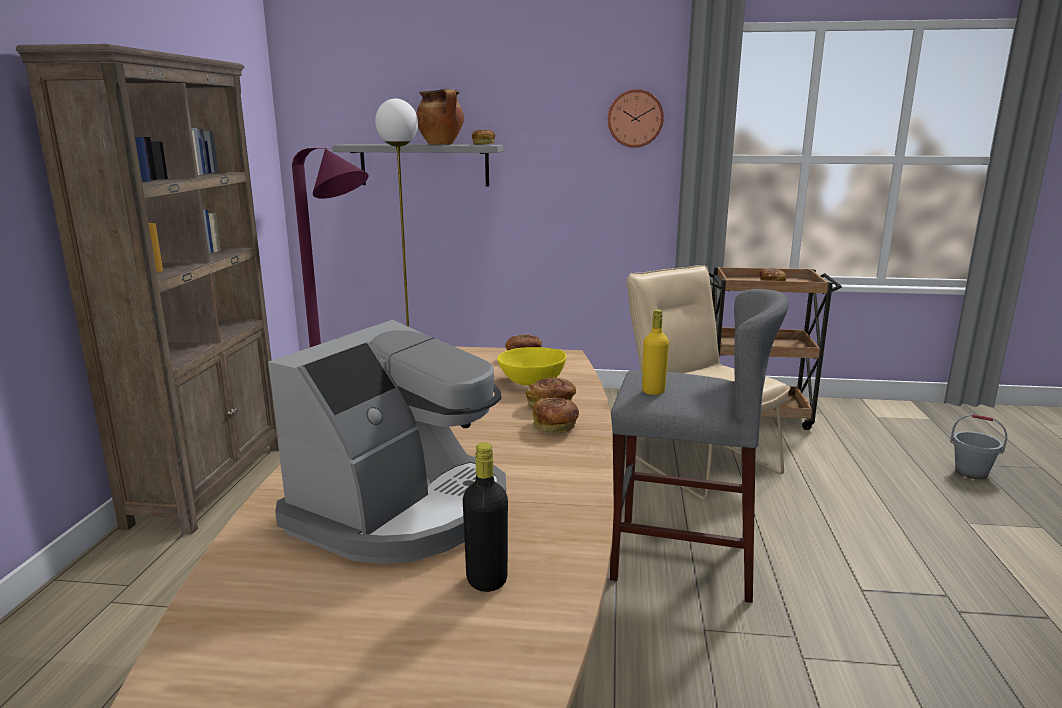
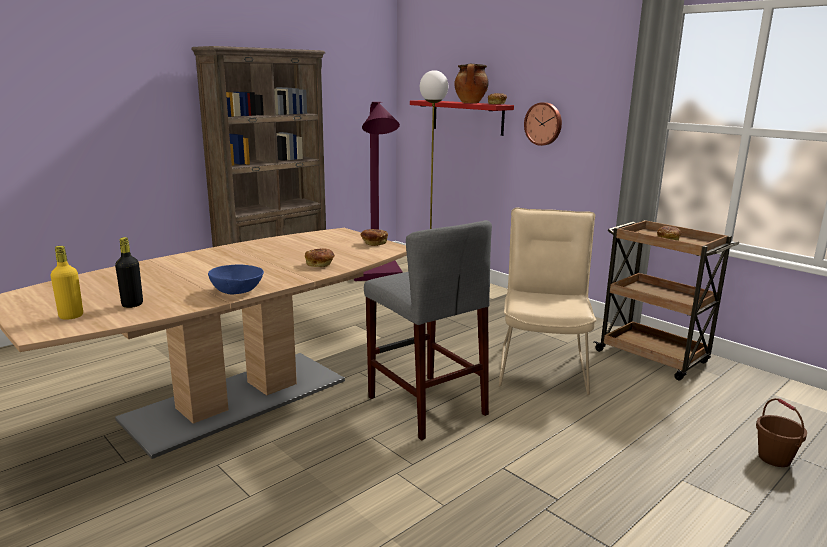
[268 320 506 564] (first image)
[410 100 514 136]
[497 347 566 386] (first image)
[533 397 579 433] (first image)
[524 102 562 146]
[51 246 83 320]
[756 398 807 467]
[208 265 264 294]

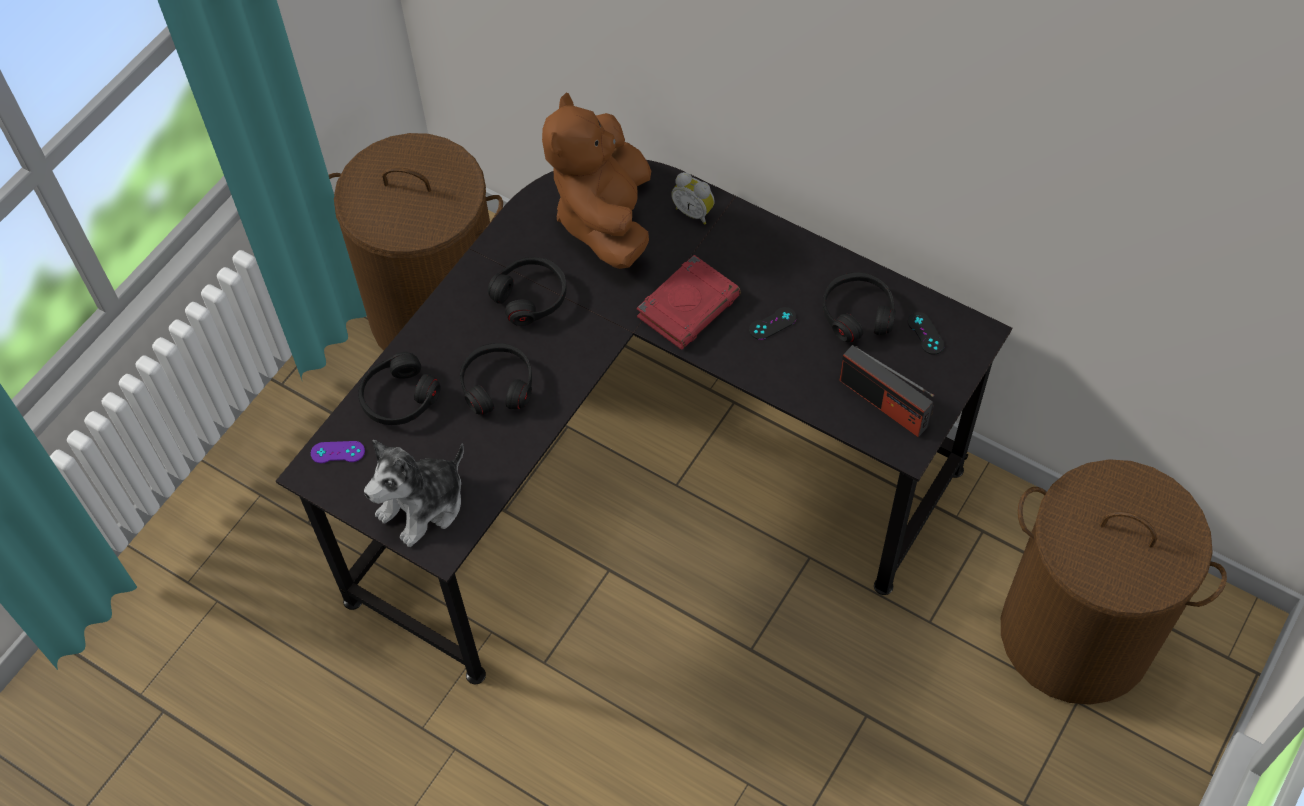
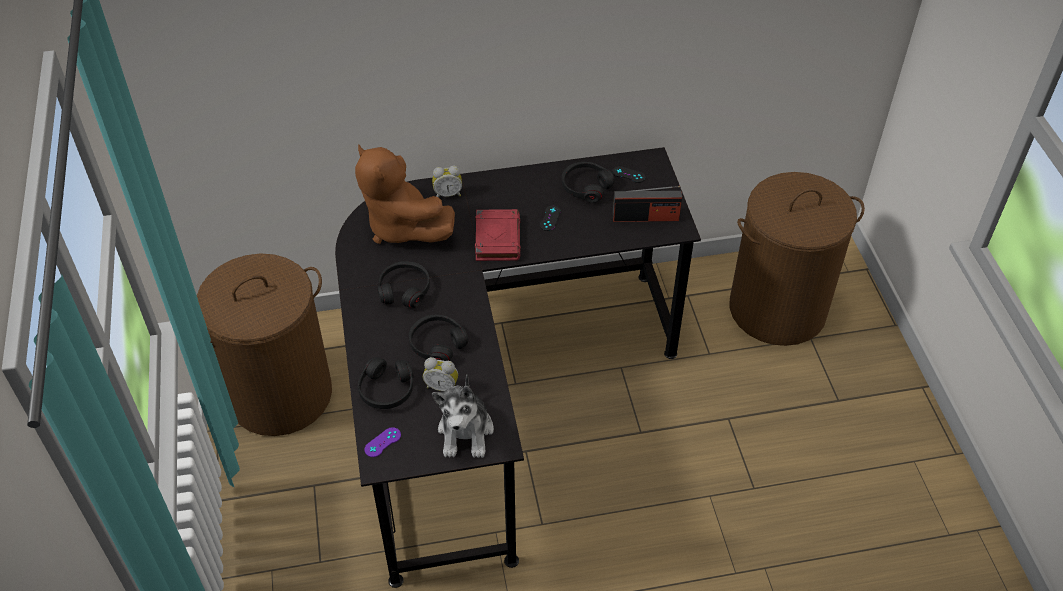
[423 357 458 391]

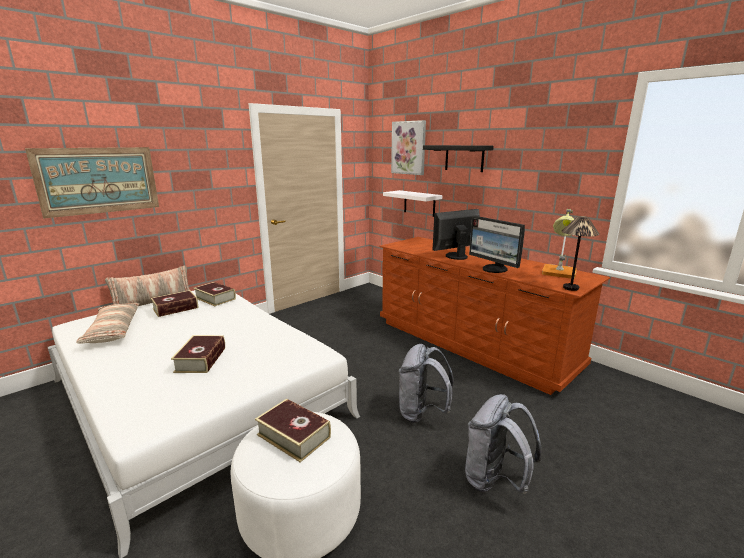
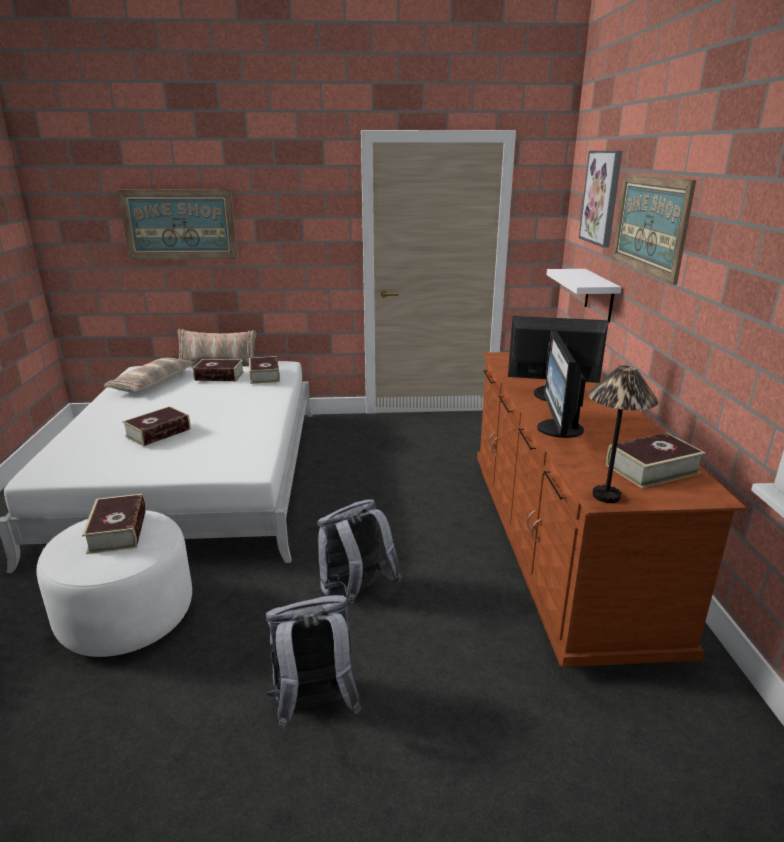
[612 174 696 285]
[606 433 706 488]

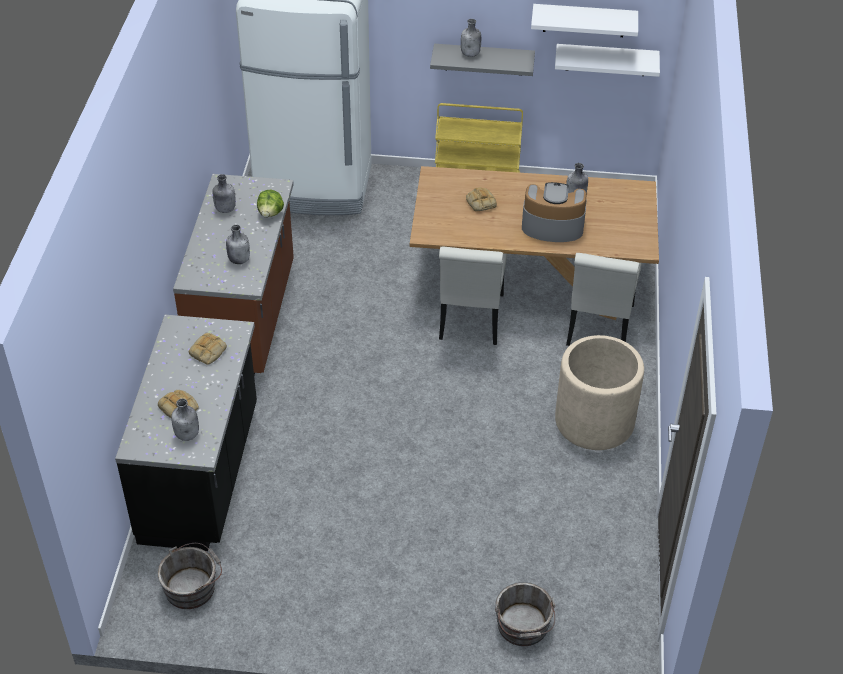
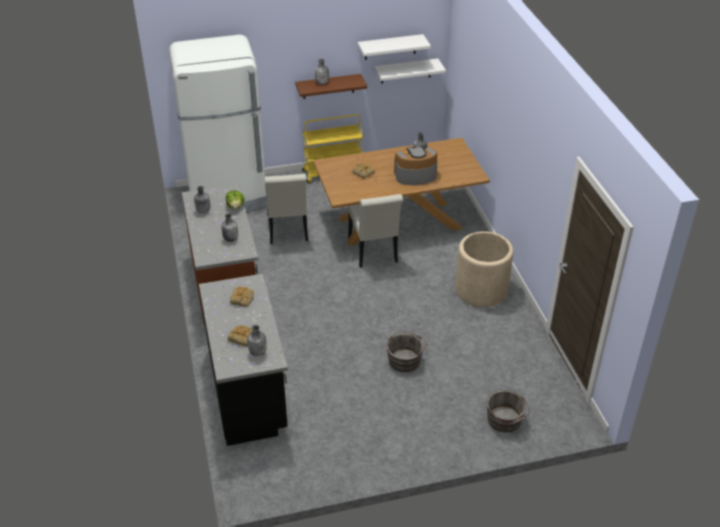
[386 331 427 372]
[295 74 367 99]
[265 174 308 244]

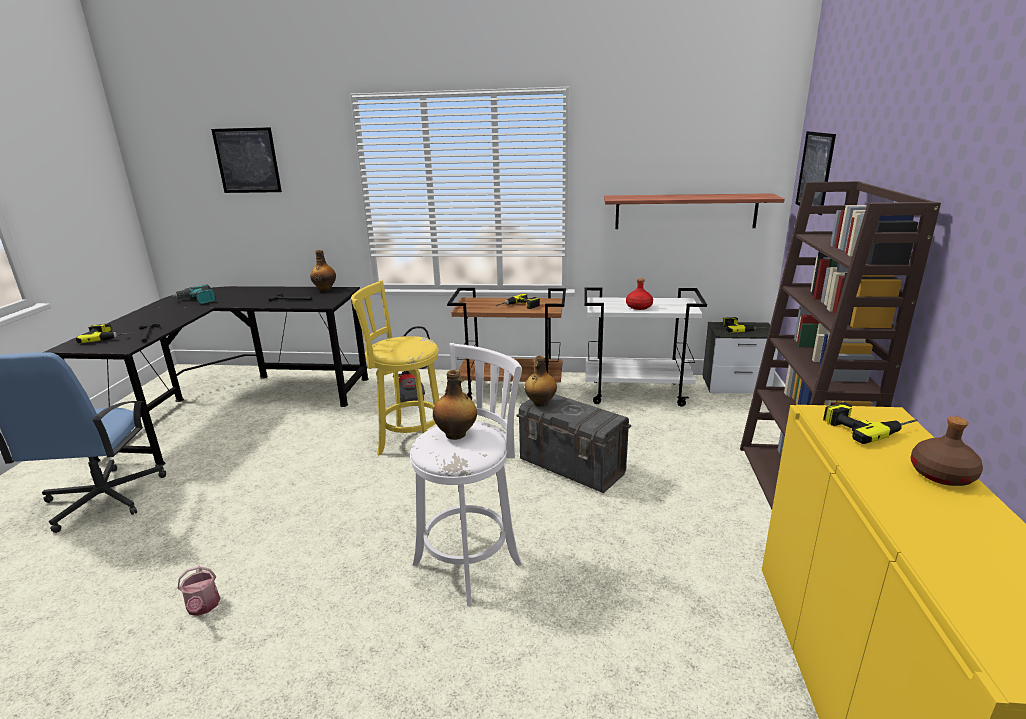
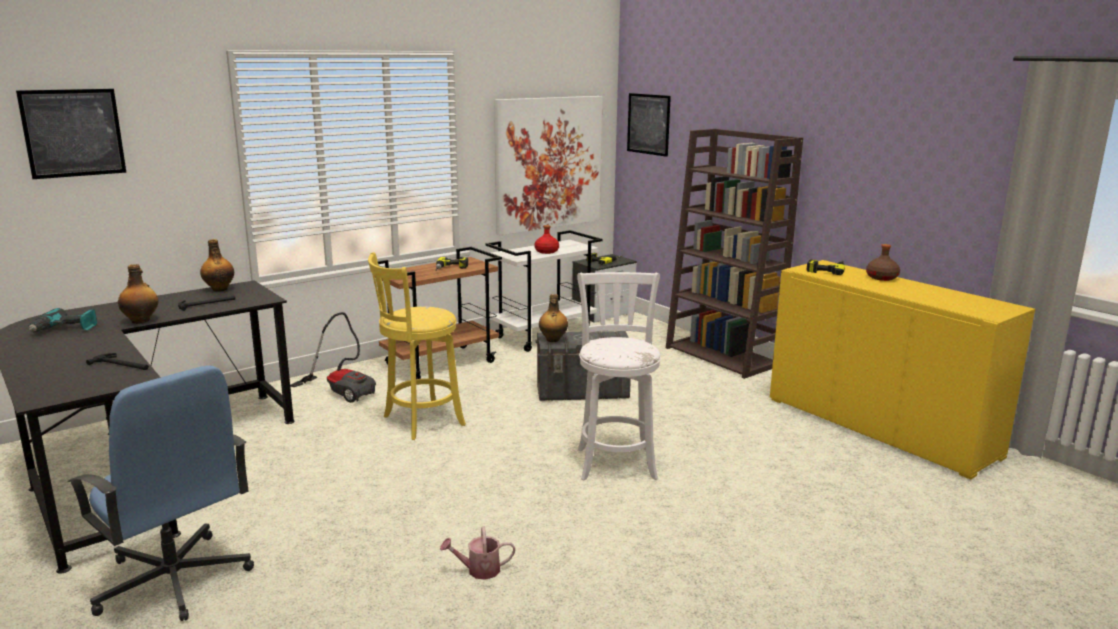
[76 323 135 343] (first image)
[440 526 515 580]
[118 264 158 324]
[494 96 603 235]

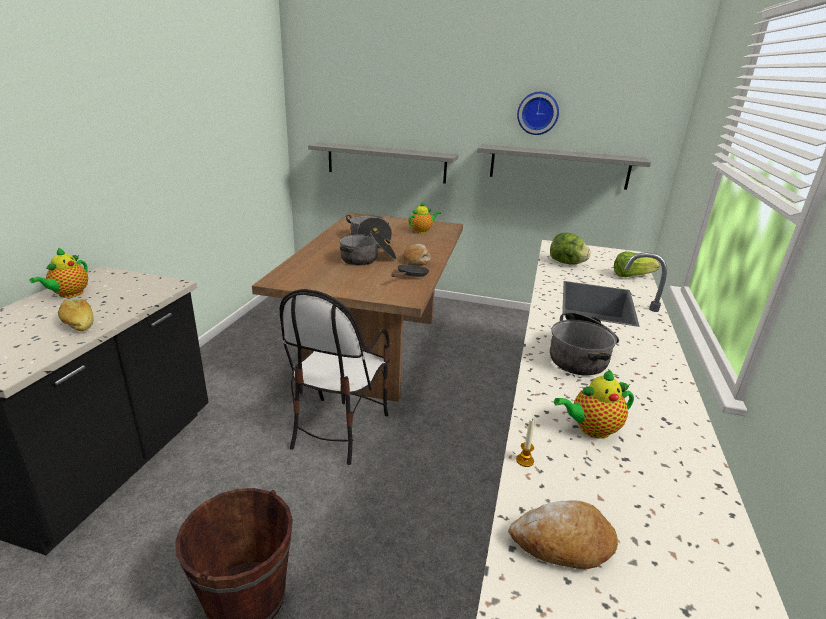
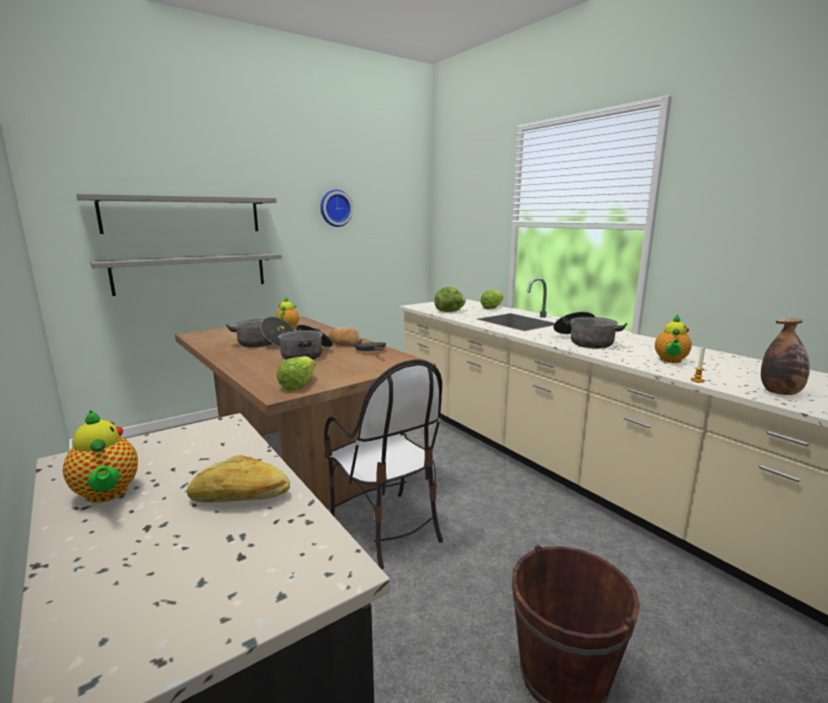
[76 194 277 234]
[761 318 810 395]
[276 356 316 391]

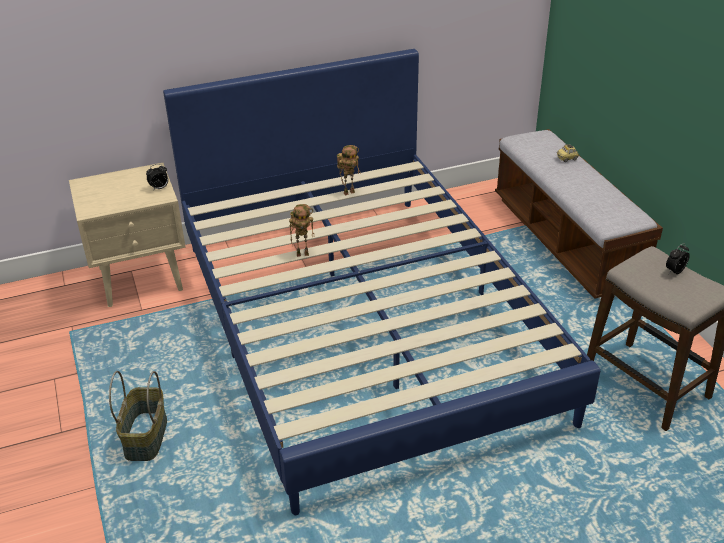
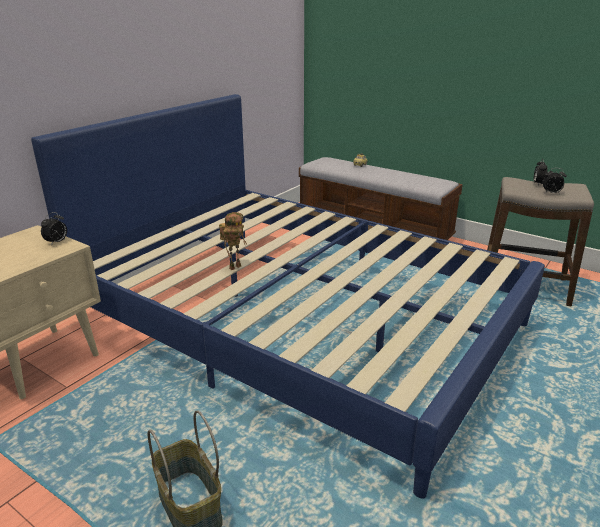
[337 145 361 196] (first image)
[543 168 567 193]

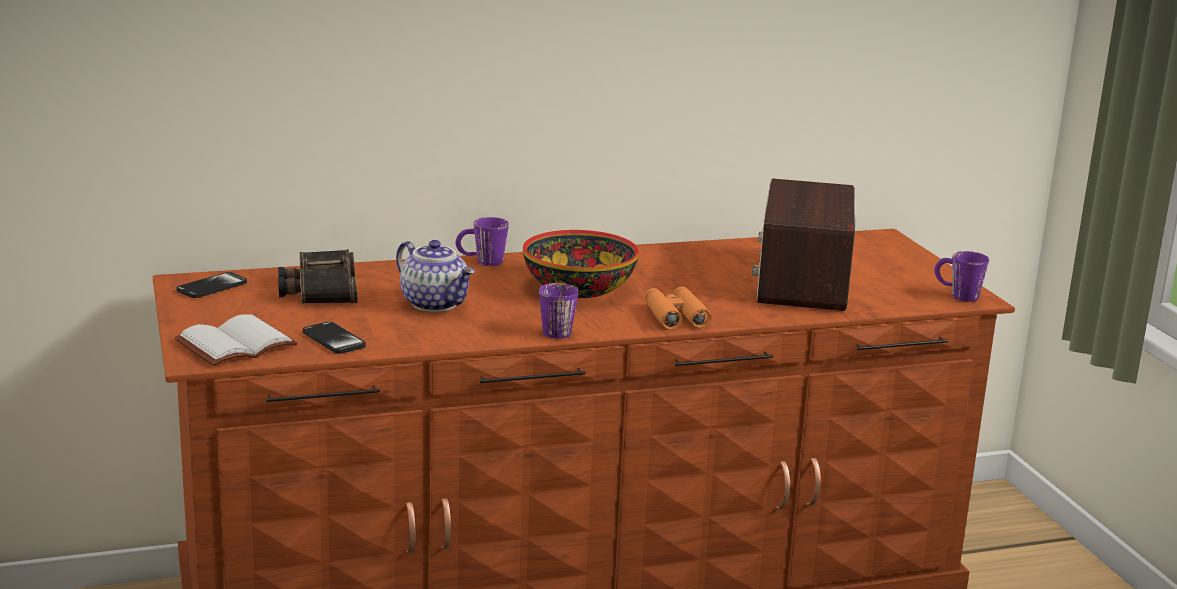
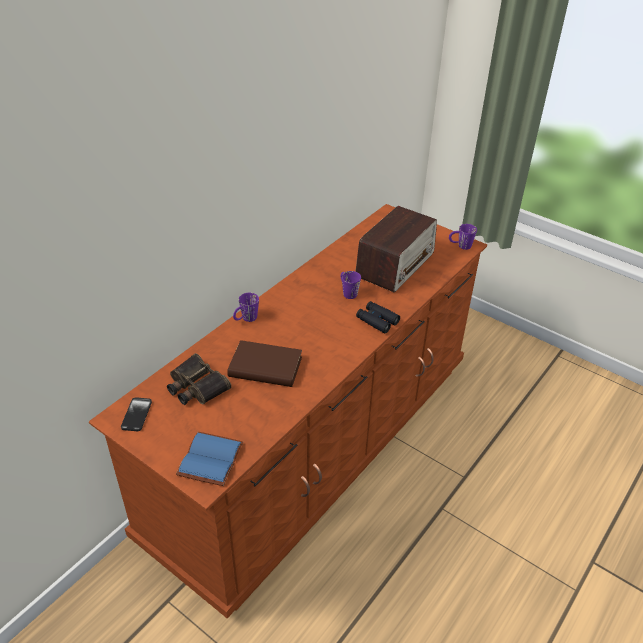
[176 432 243 486]
[303 322 366 354] (first image)
[227 340 302 387]
[523 230 639 298] (first image)
[341 271 361 299]
[356 301 400 333]
[355 206 437 292]

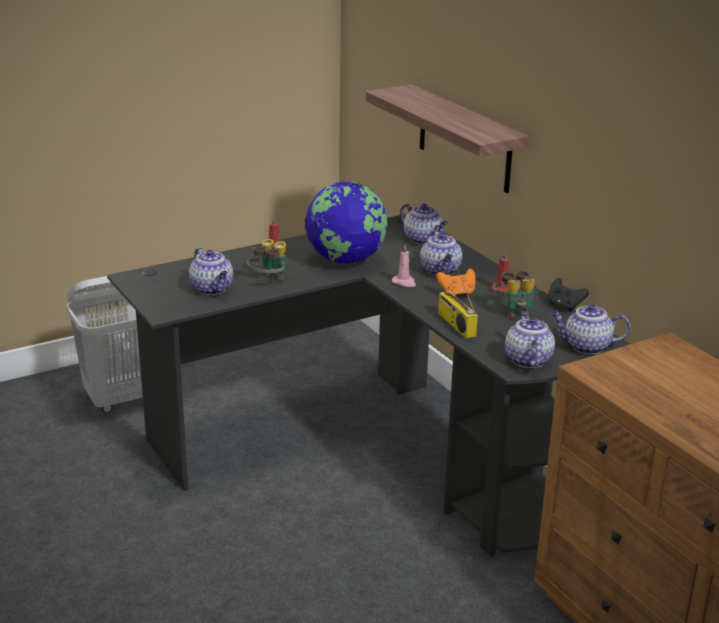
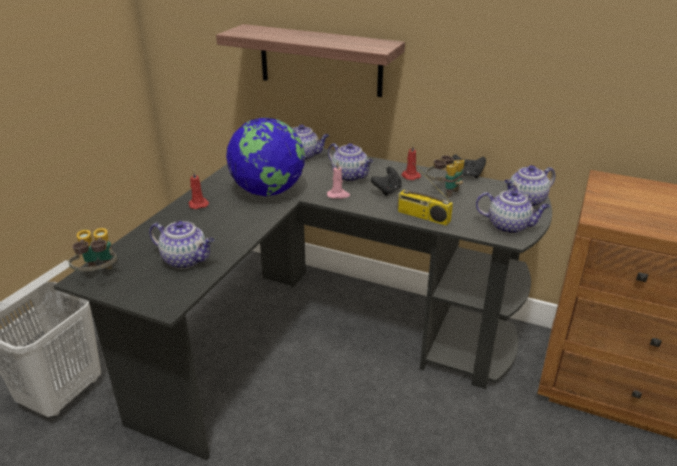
[68 228 117 271]
[371 167 402 196]
[476 189 550 234]

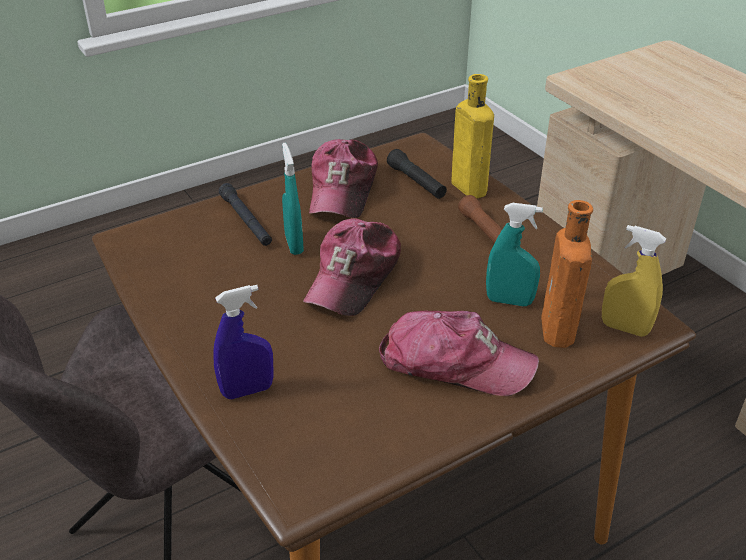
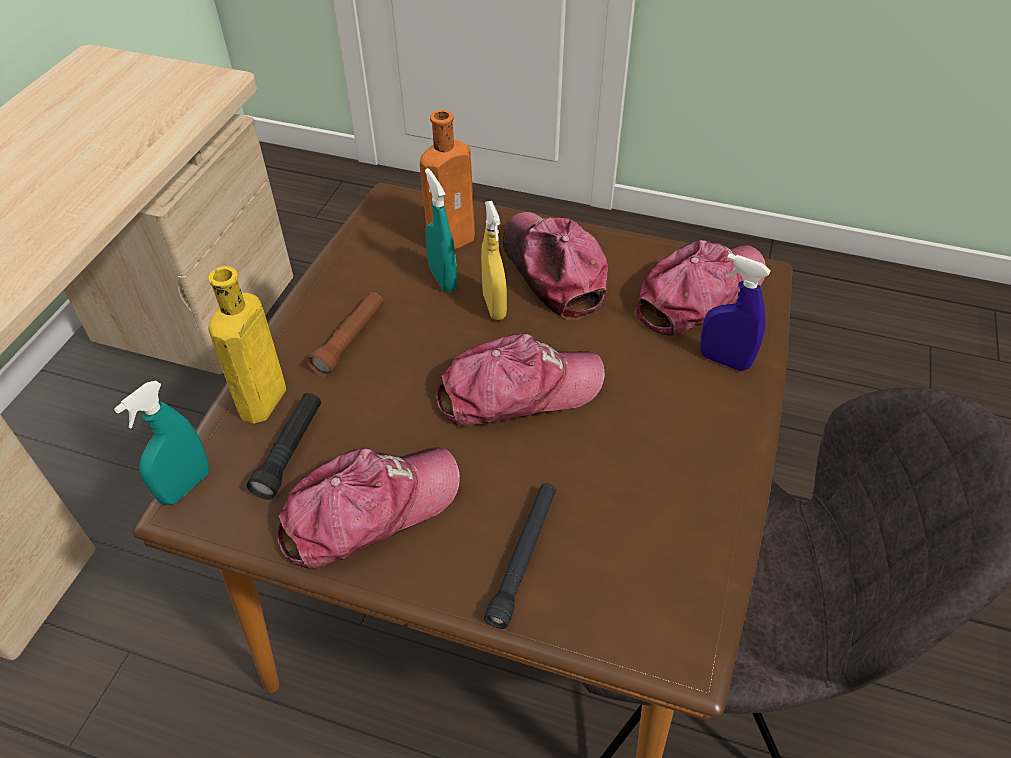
[114 380 209 505]
[481 201 507 320]
[634 240 766 335]

